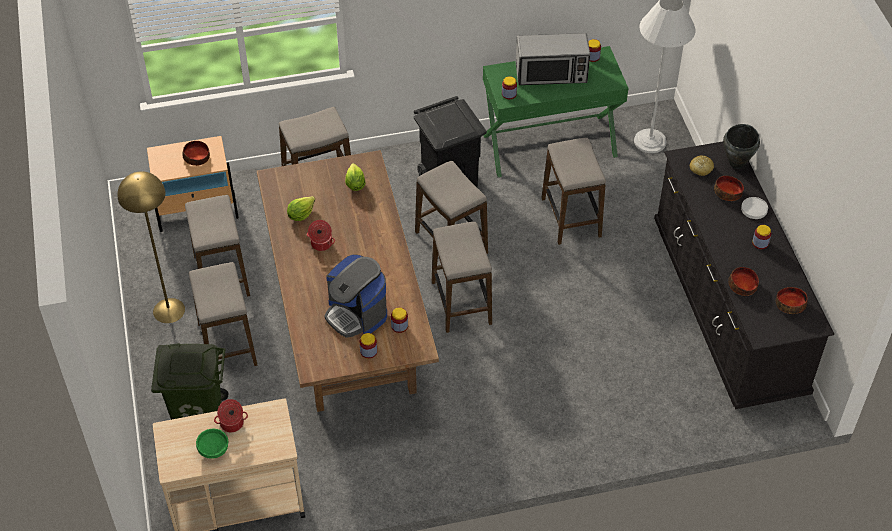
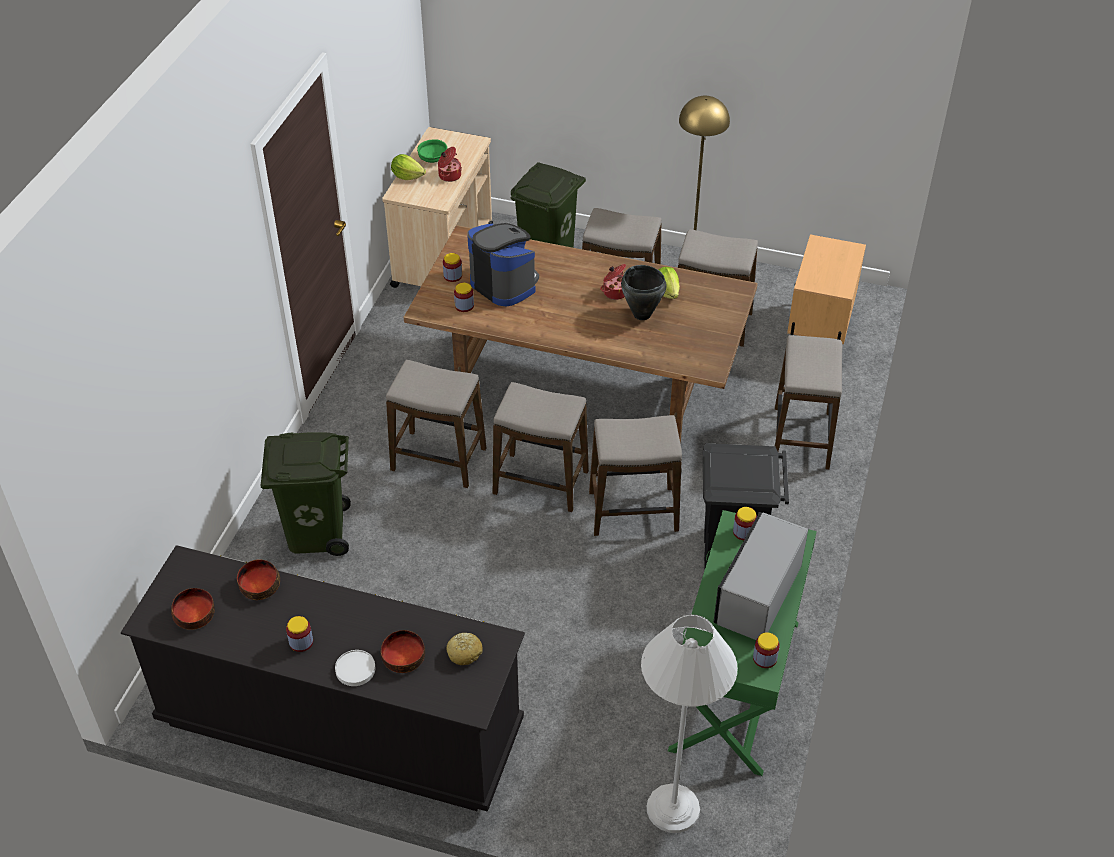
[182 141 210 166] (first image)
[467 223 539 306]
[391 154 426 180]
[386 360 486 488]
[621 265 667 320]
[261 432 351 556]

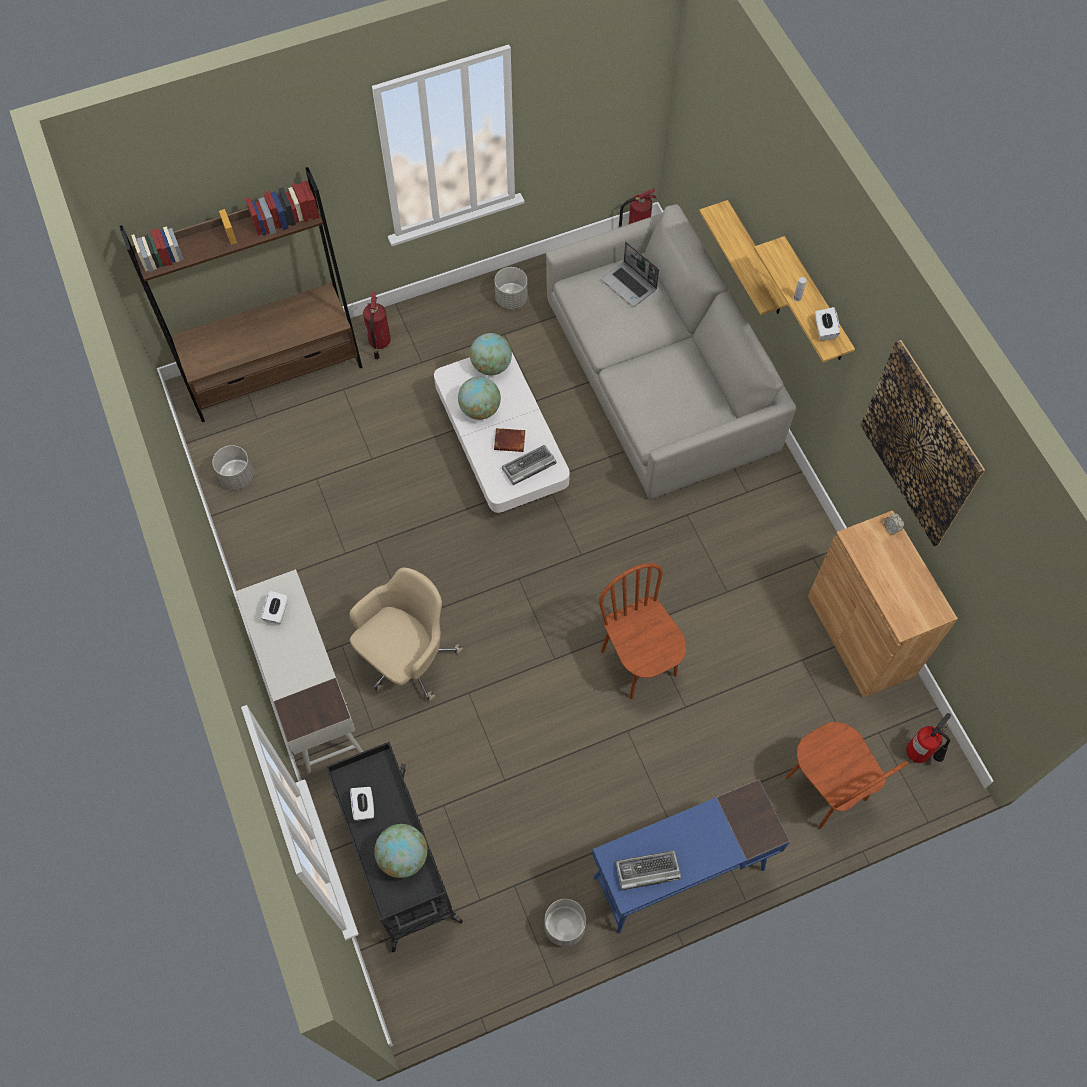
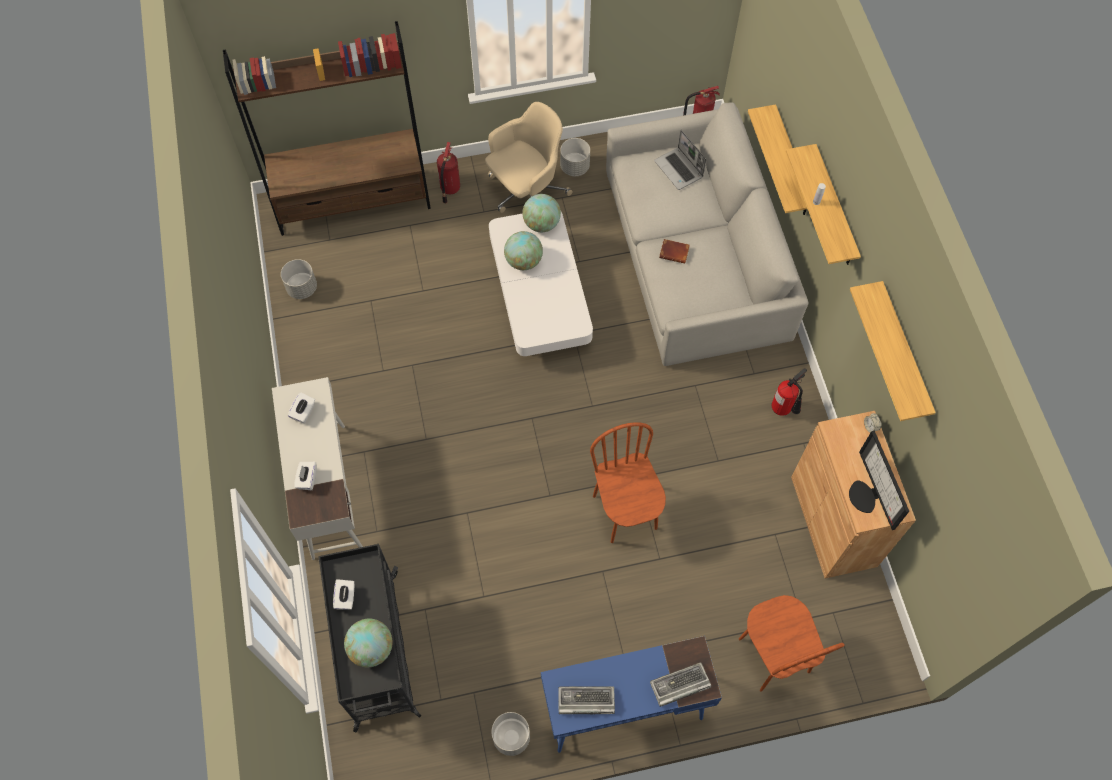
[485 102 573 213]
[659 239 690 264]
[650 662 711 707]
[294 462 317 490]
[850 281 936 421]
[772 368 807 416]
[849 431 909 530]

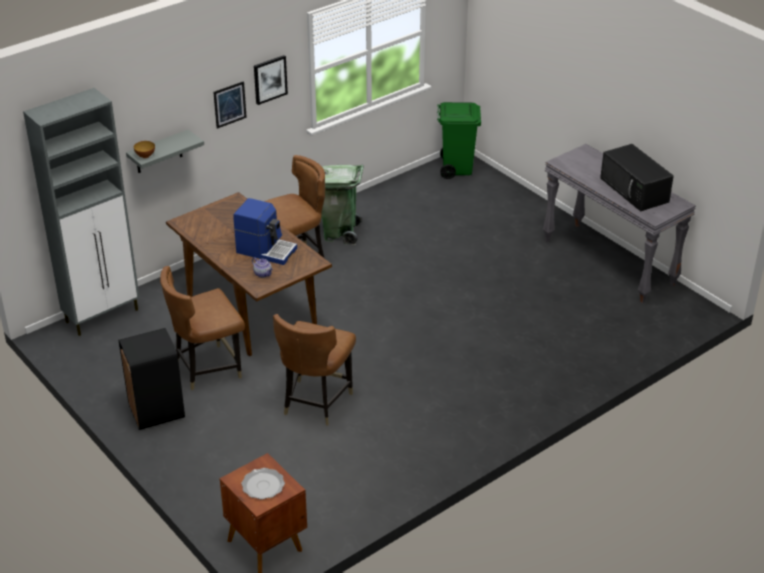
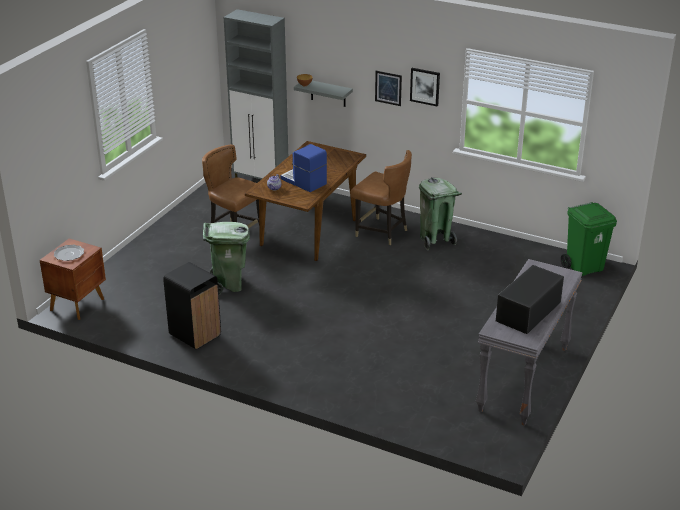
[163 262 221 349]
[281 144 327 192]
[203 222 250 294]

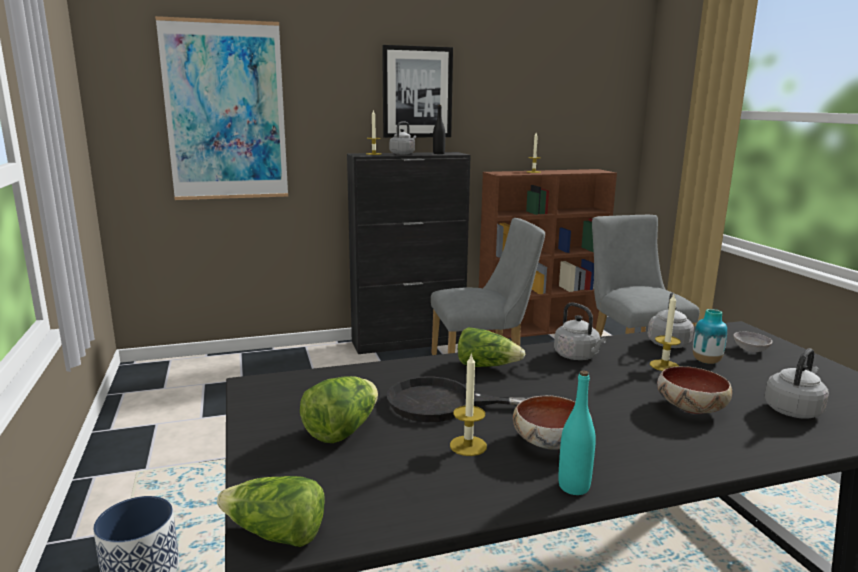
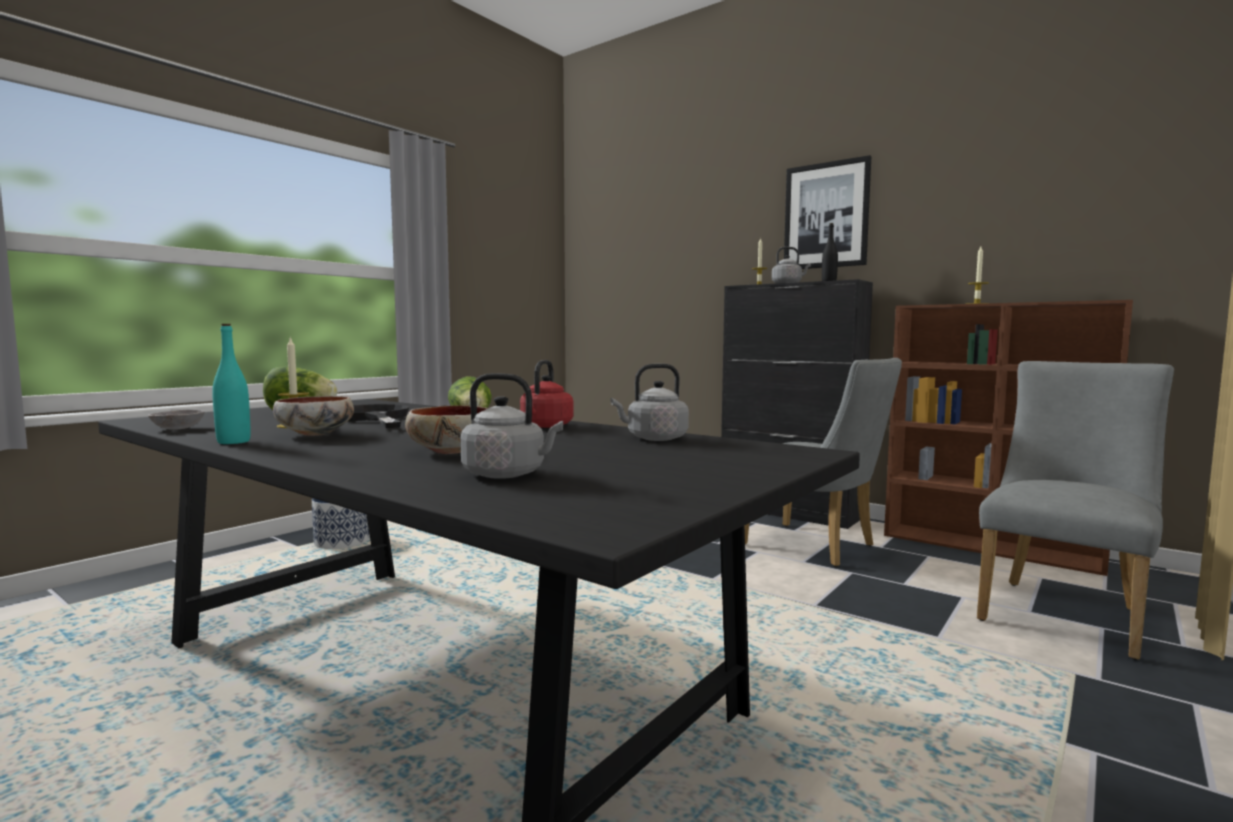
[155 16 288 200] (first image)
[217 476 325 547] (first image)
[520 360 573 428]
[650 294 681 371] (first image)
[693 309 727 364] (first image)
[148 410 205 430]

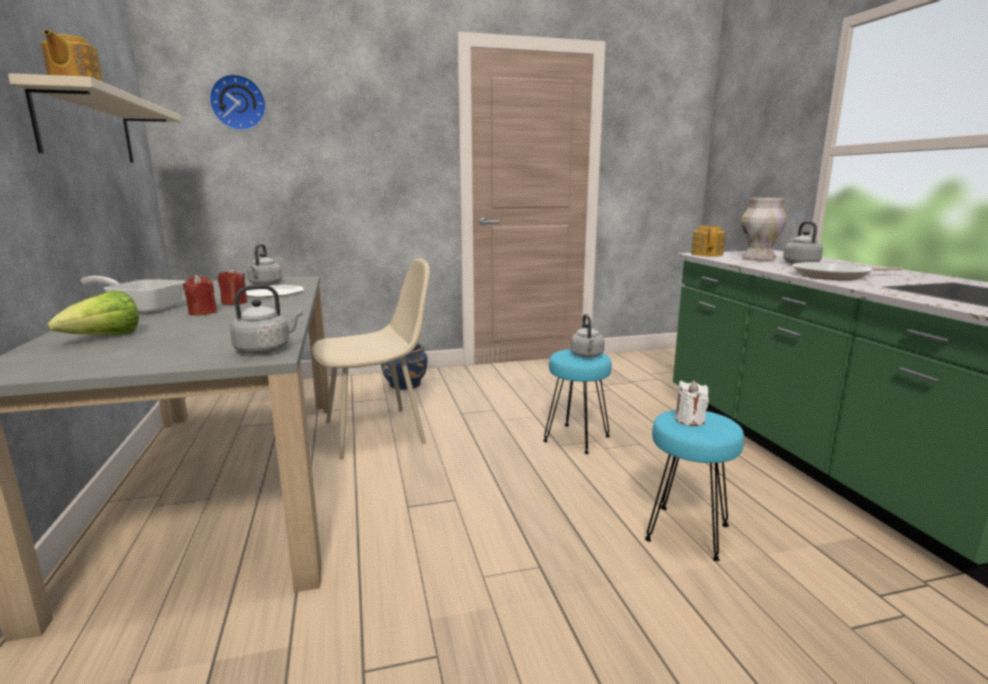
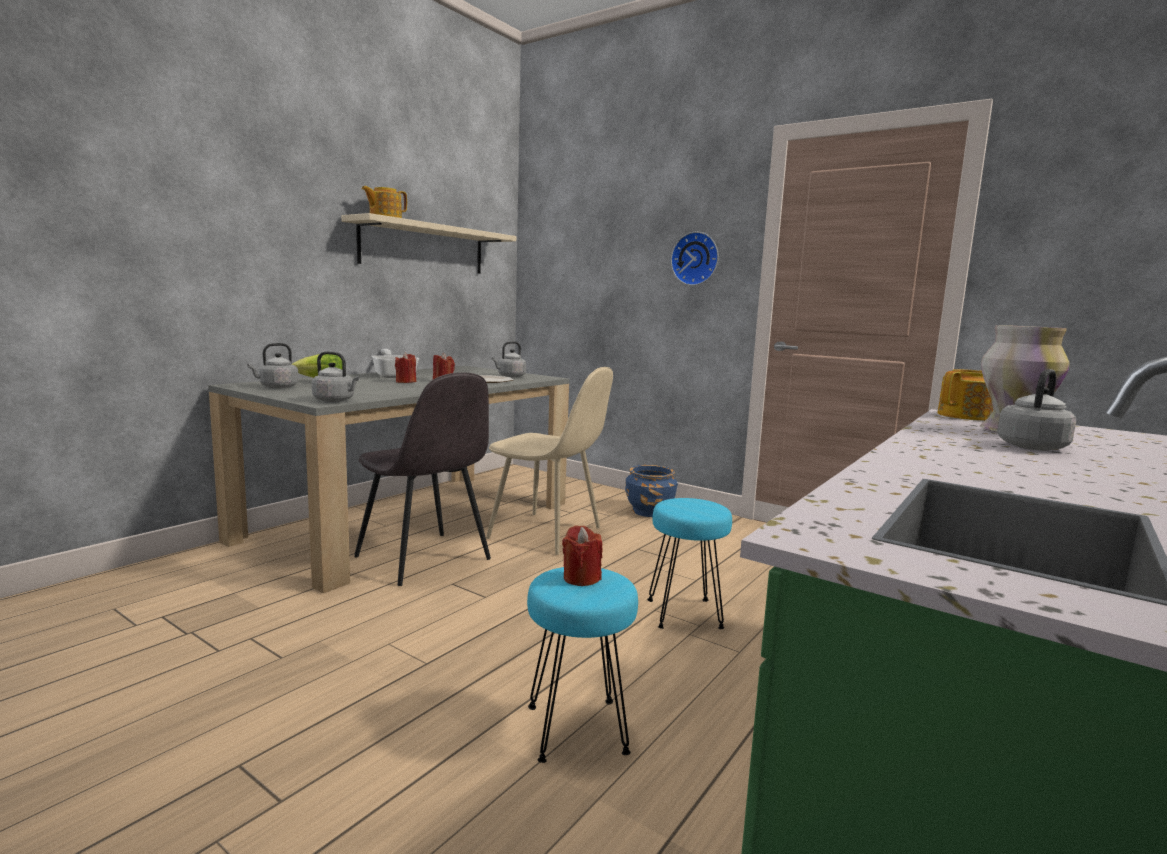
[671 232 719 286]
[247 343 299 388]
[562 525 602 586]
[793 262 902 280] (first image)
[354 373 491 586]

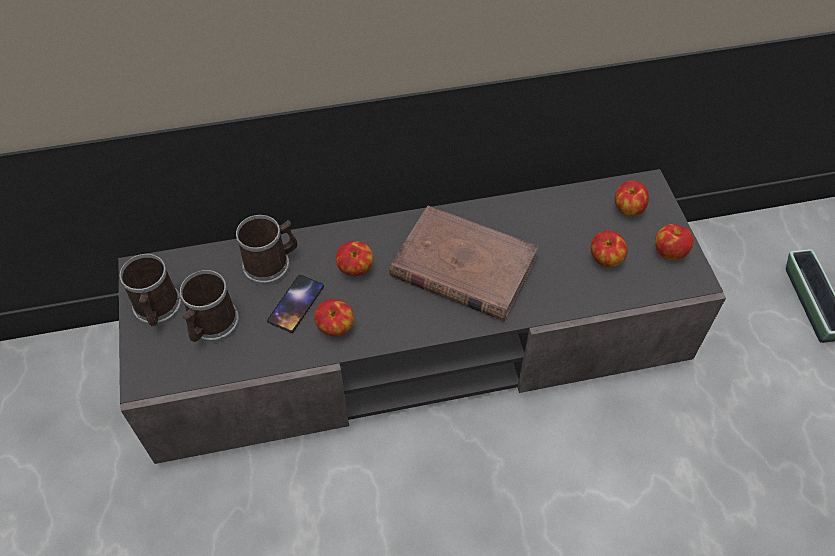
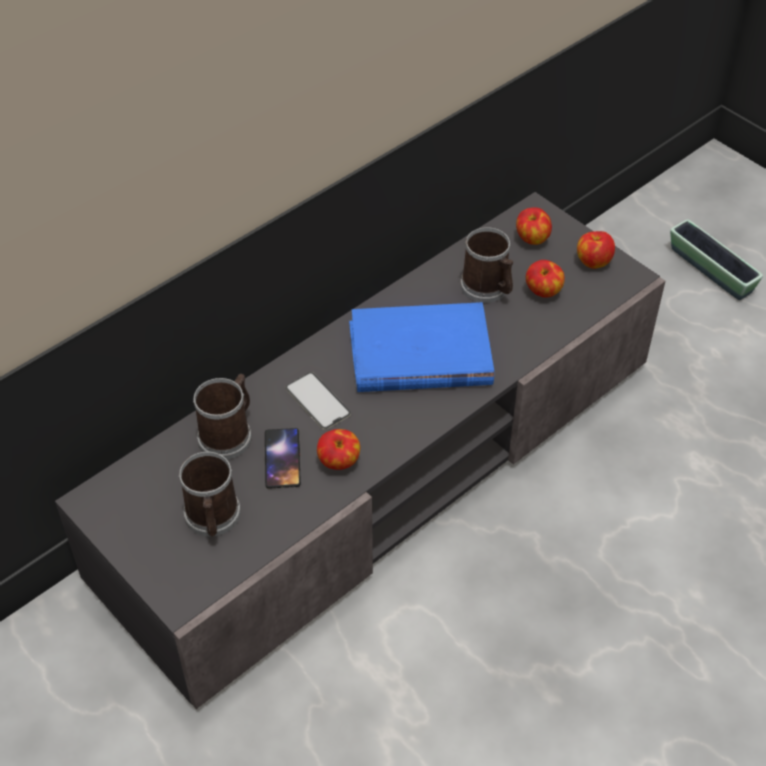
[460 227 513 303]
[285 372 351 430]
[349 302 494 392]

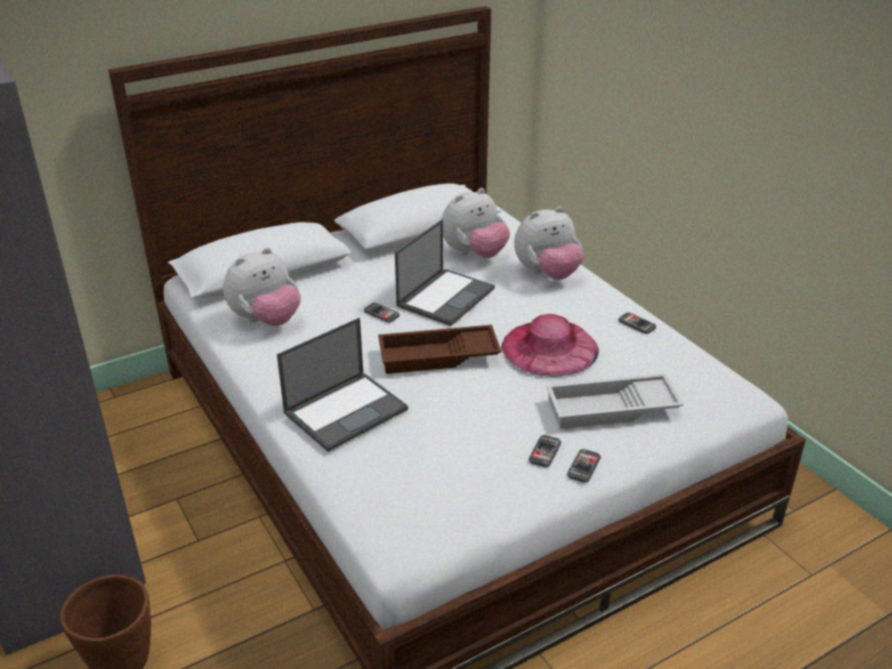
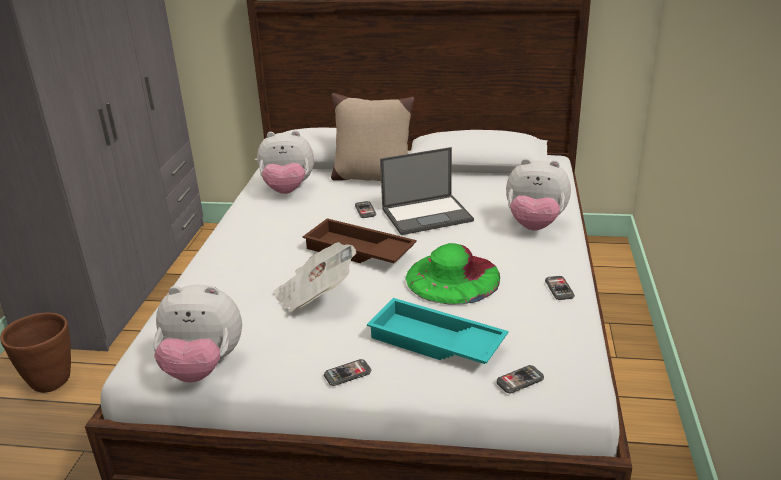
[277 318 408 452] (first image)
[153 285 242 383]
[405 243 500 305]
[496 365 544 394]
[367 298 509 364]
[273 242 356 312]
[331 93 415 181]

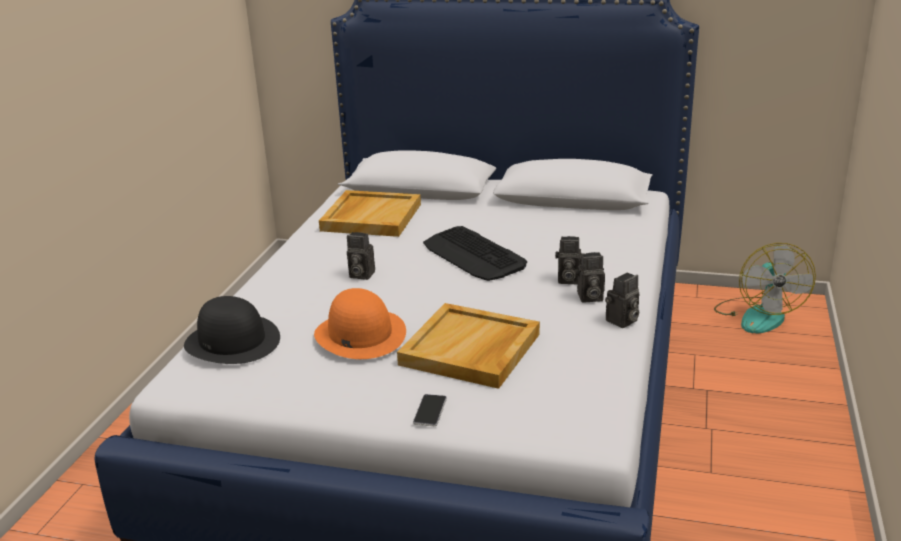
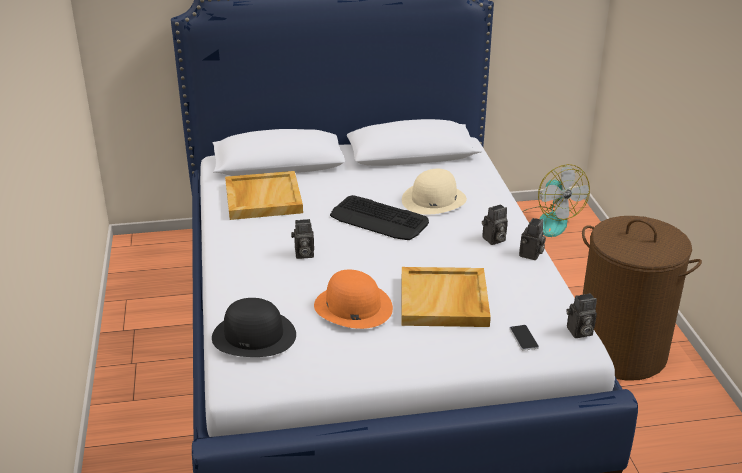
[509 325 539 351]
[566 293 597 338]
[402 169 467 215]
[582 216 702 381]

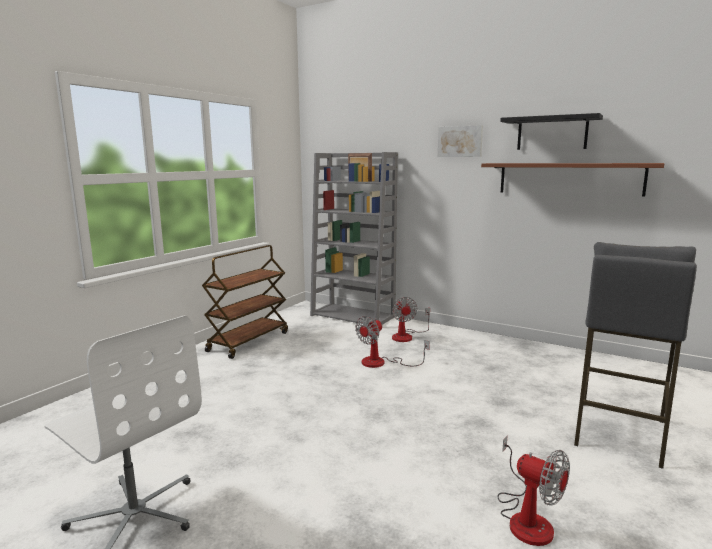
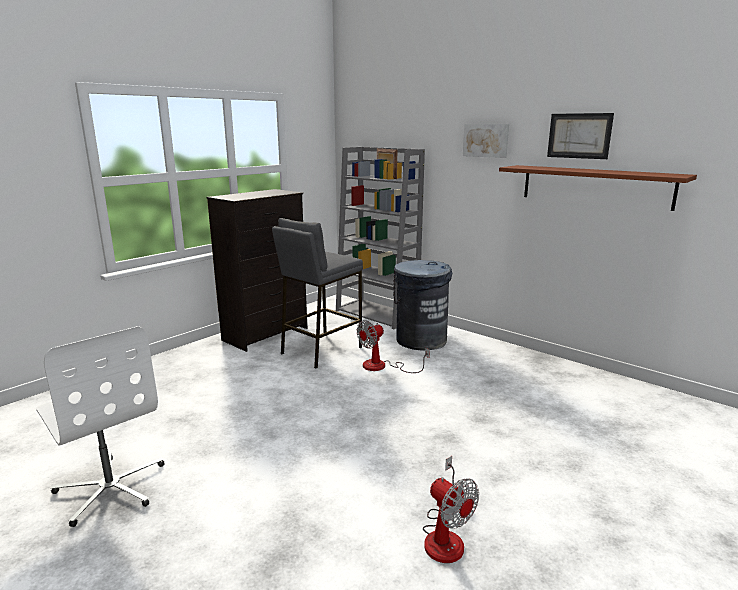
[207 189 307 352]
[393 260 452 351]
[547 113 614 159]
[272 218 363 368]

